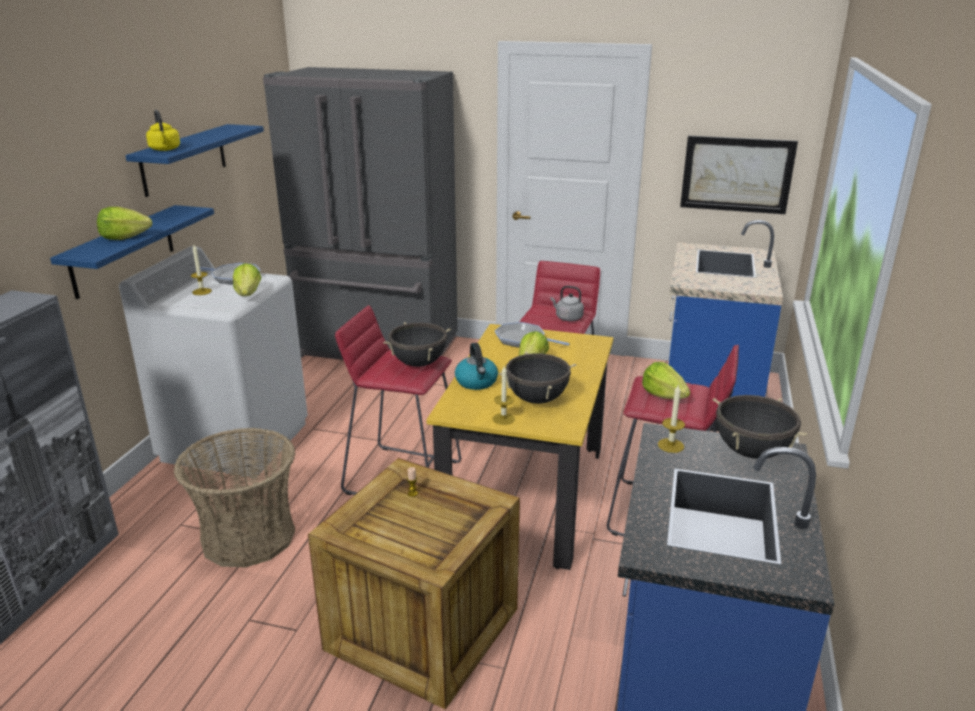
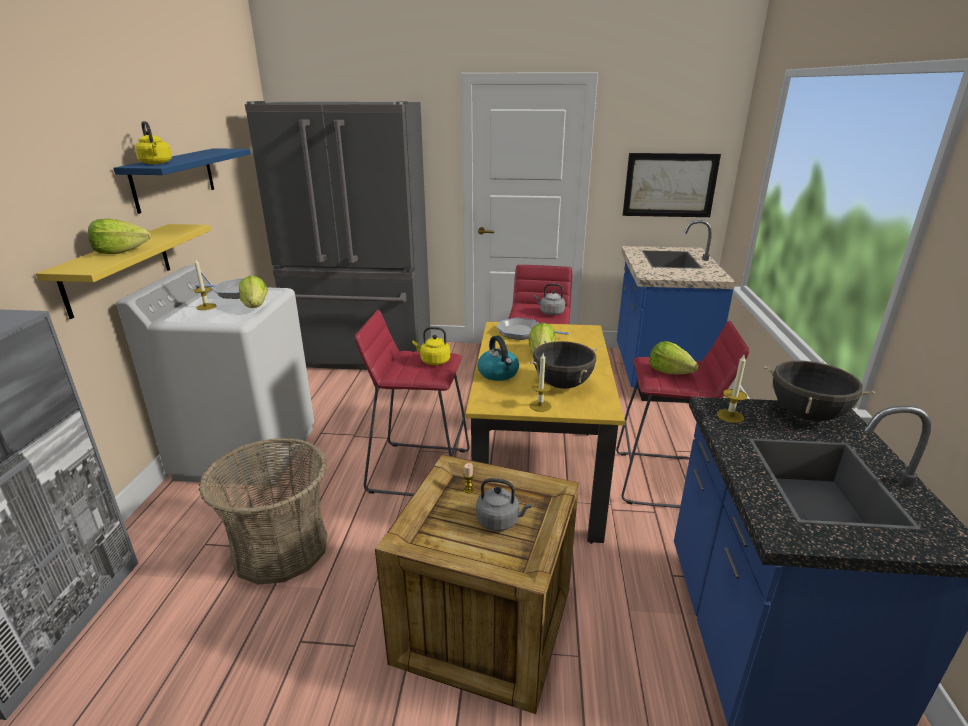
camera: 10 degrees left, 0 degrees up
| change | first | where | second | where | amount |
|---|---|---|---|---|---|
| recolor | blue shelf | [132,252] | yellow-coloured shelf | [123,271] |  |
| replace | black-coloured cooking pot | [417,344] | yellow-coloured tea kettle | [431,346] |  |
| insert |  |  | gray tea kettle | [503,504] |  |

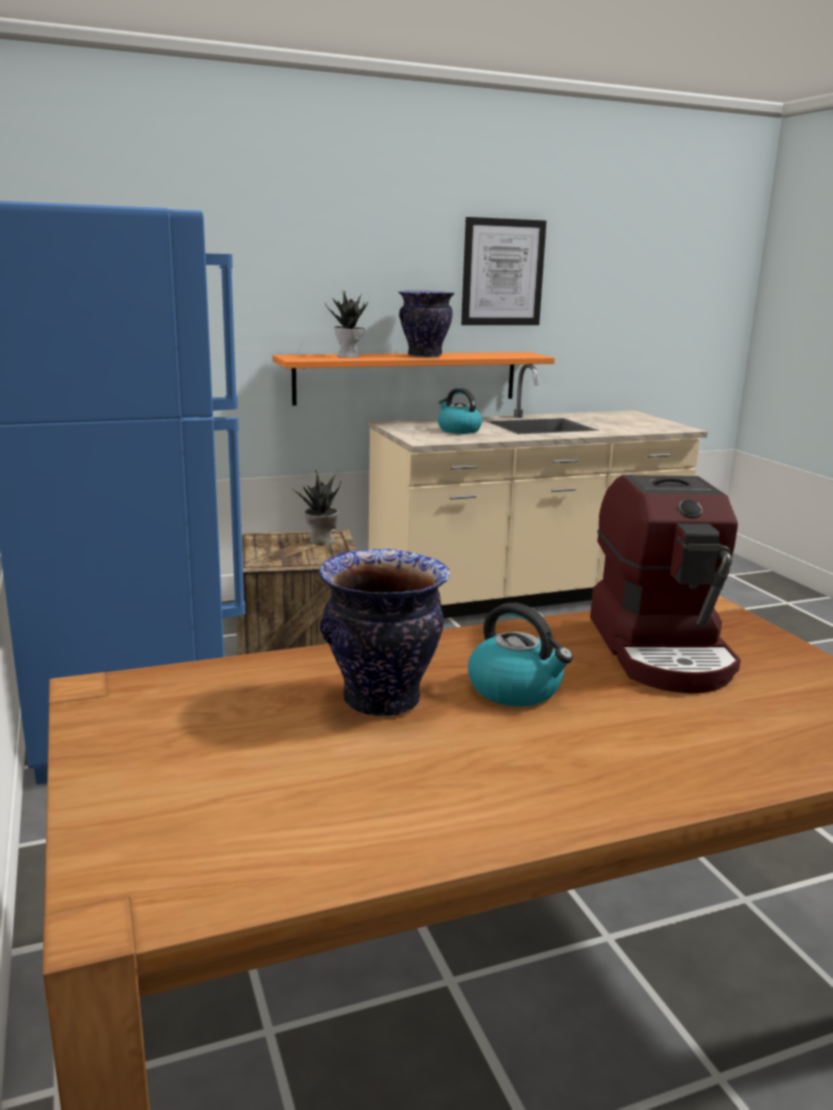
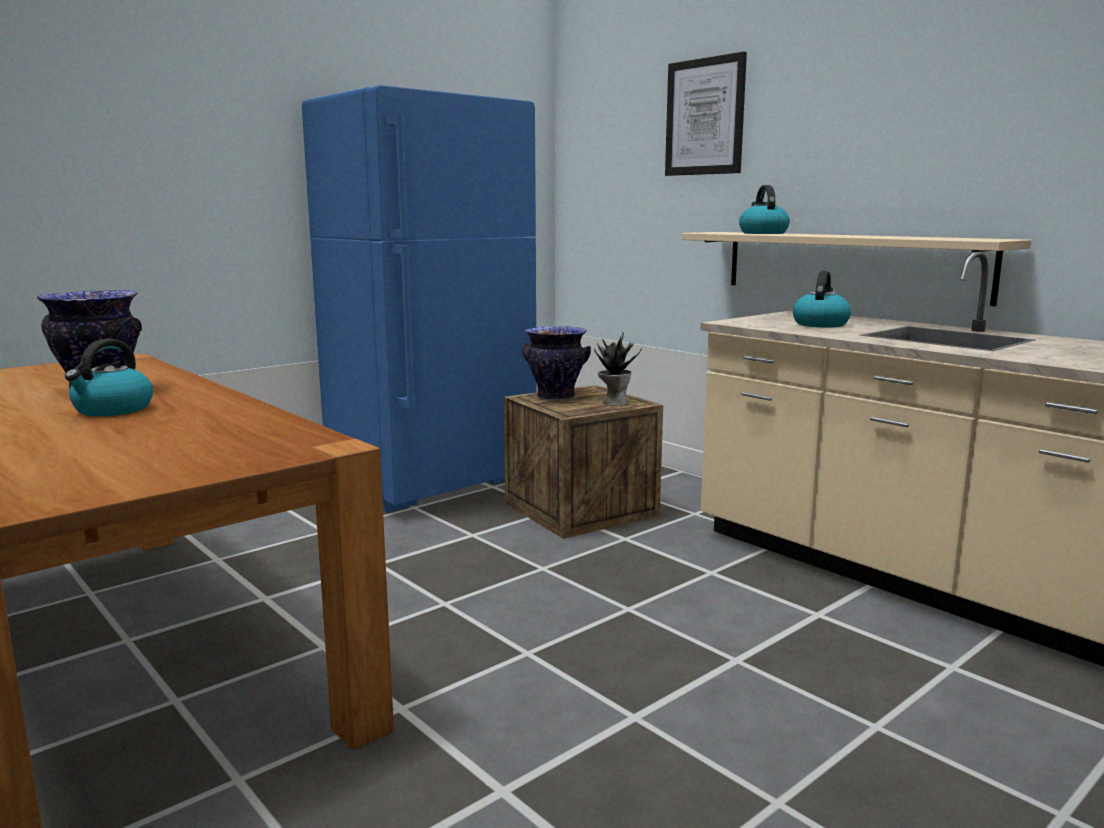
camera: 70 degrees right, 5 degrees down
| change | first | where | second | where | amount |
|---|---|---|---|---|---|
| move | vase | [427,324] |  | [556,363] |  |
| move | wall picture | [503,271] |  | [706,114] |  |
| recolor | orangey shelf | [414,379] | beige shelf | [856,269] |  |
| replace | houseplant | [346,324] | tea kettle | [764,209] |  |
| delete | coffee maker | [665,584] |  |  |  |

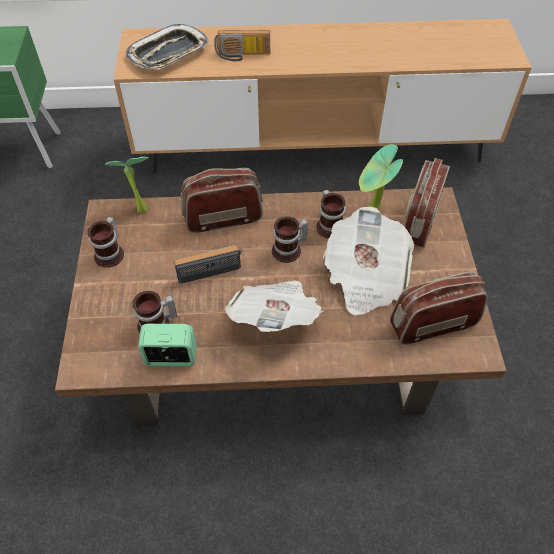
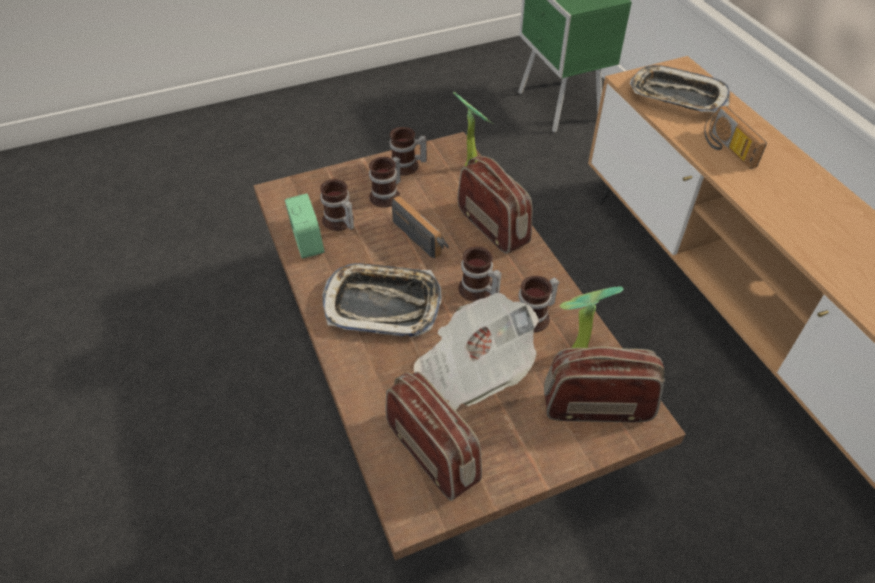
camera: 70 degrees right, 5 degrees down
| change | first | where | second | where | amount |
|---|---|---|---|---|---|
| replace | newspaper | [274,306] | serving tray | [382,300] |  |
| insert |  |  | coffee mug | [385,181] |  |

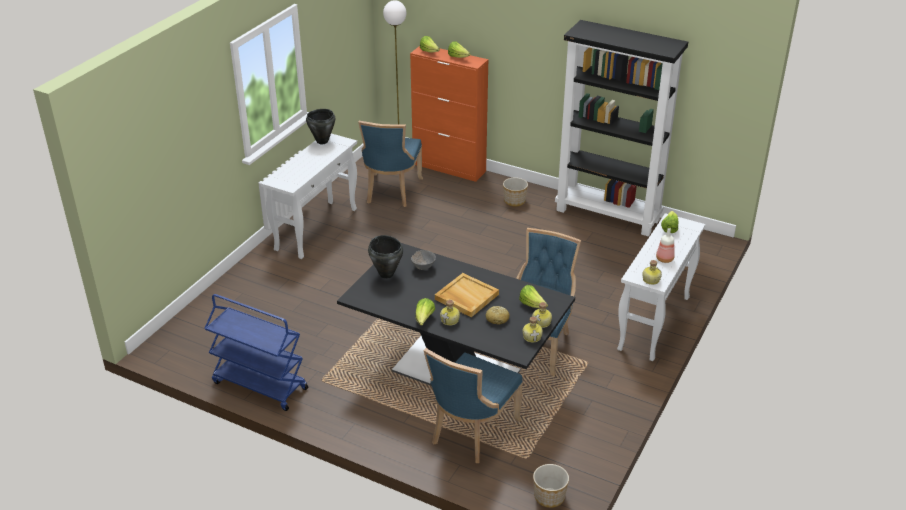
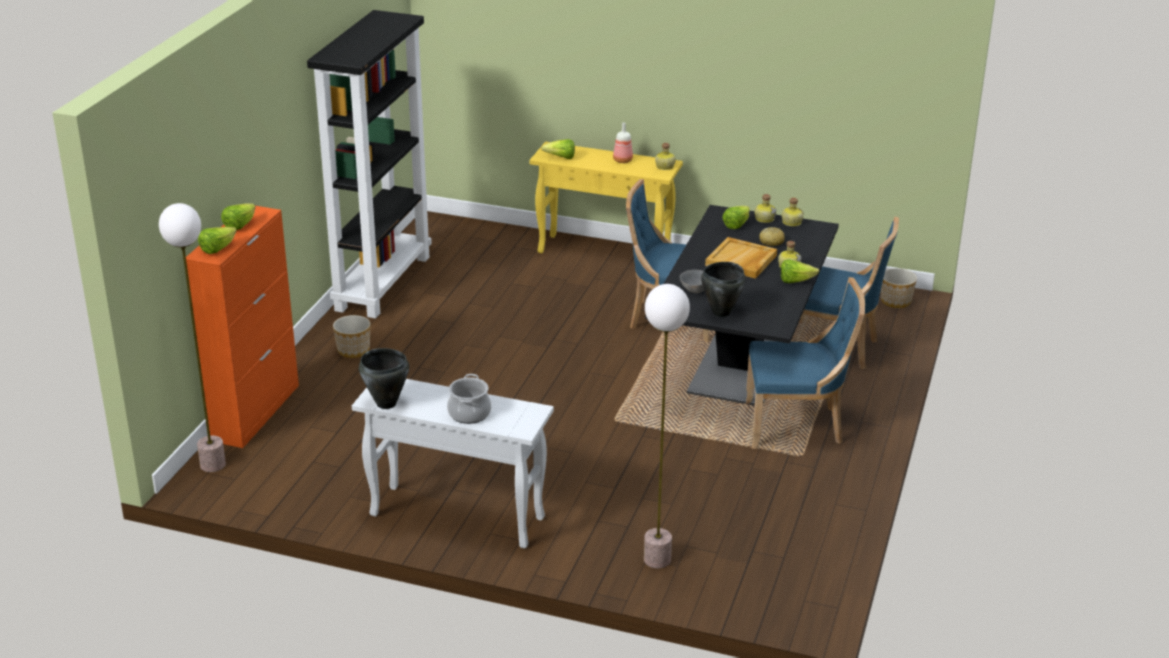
camera: 100 degrees left, 5 degrees down
| change | first | where | second | where | amount |
|---|---|---|---|---|---|
| insert |  |  | cooking pot | [469,399] |  |
| recolor | white console table | [661,287] | yellow-coloured console table | [606,197] |  |
| insert |  |  | standard lamp | [667,426] |  |
| move | blue chair | [390,164] |  | [805,363] |  |
| delete | blue cart | [256,352] |  |  |  |

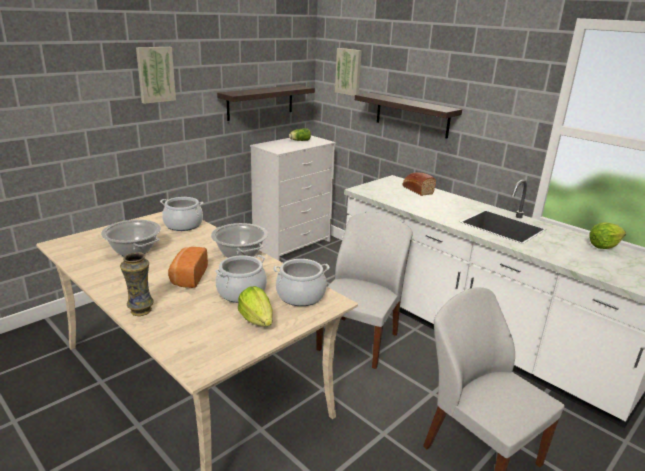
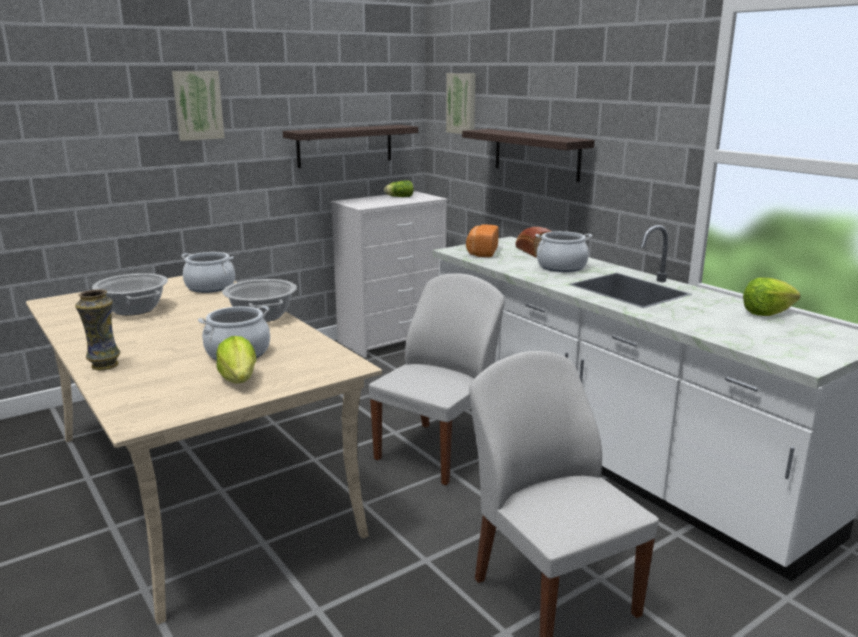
camera: 10 degrees right, 5 degrees down
| change | first | where | second | where | amount |
|---|---|---|---|---|---|
| move | bread | [188,267] |  | [482,241] |  |
| move | cooking pot | [301,282] |  | [563,251] |  |

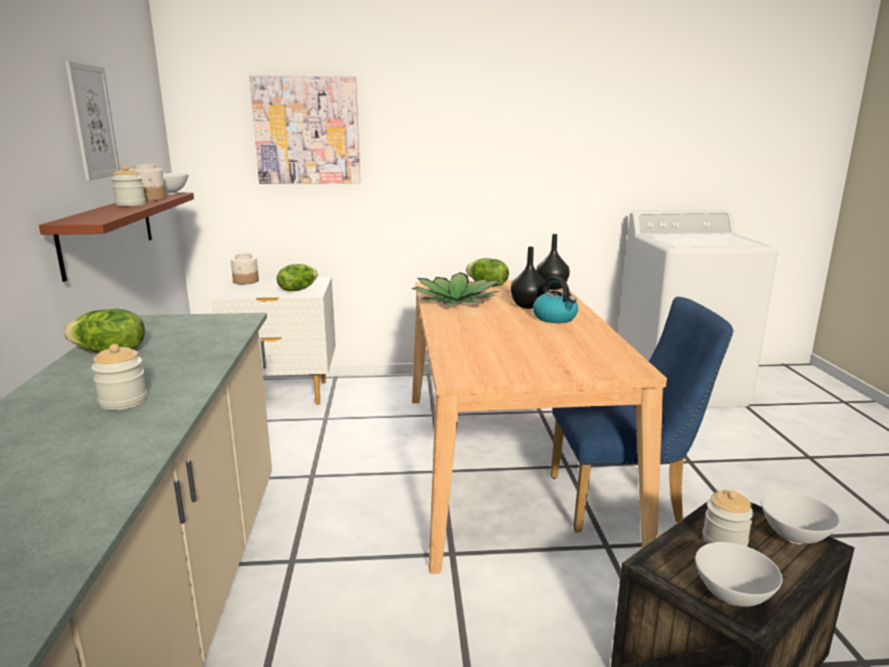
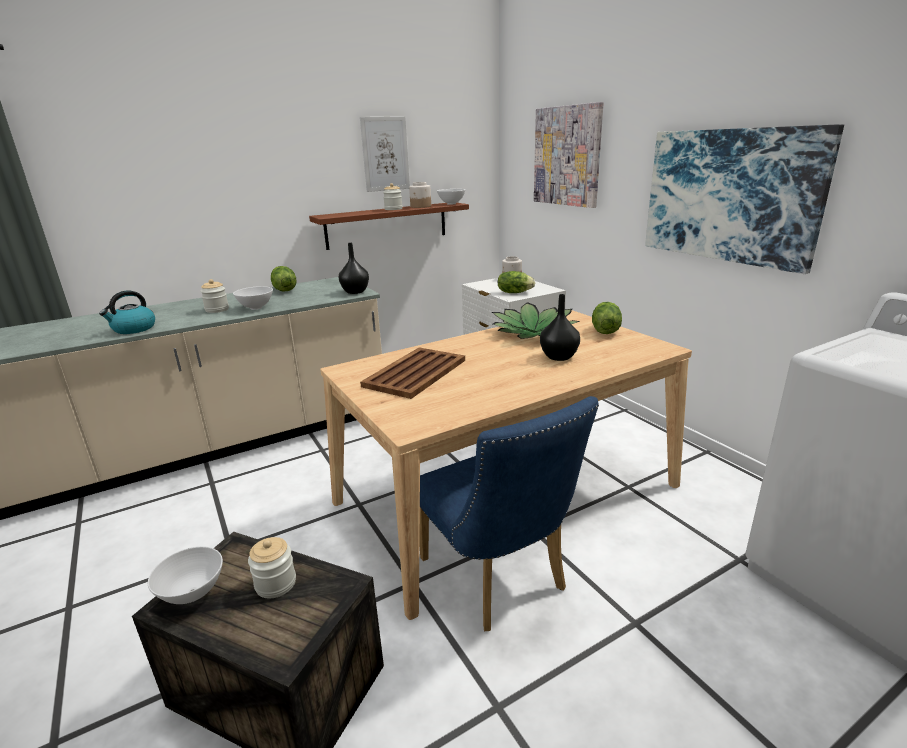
camera: 65 degrees right, 5 degrees up
| change | first | where | second | where | amount |
|---|---|---|---|---|---|
| move | tea kettle | [555,299] |  | [127,312] |  |
| move | white bowl | [800,517] |  | [253,298] |  |
| move | black-coloured vase | [553,262] |  | [354,268] |  |
| insert |  |  | brown-coloured serving tray | [412,373] |  |
| insert |  |  | wall picture | [744,199] |  |

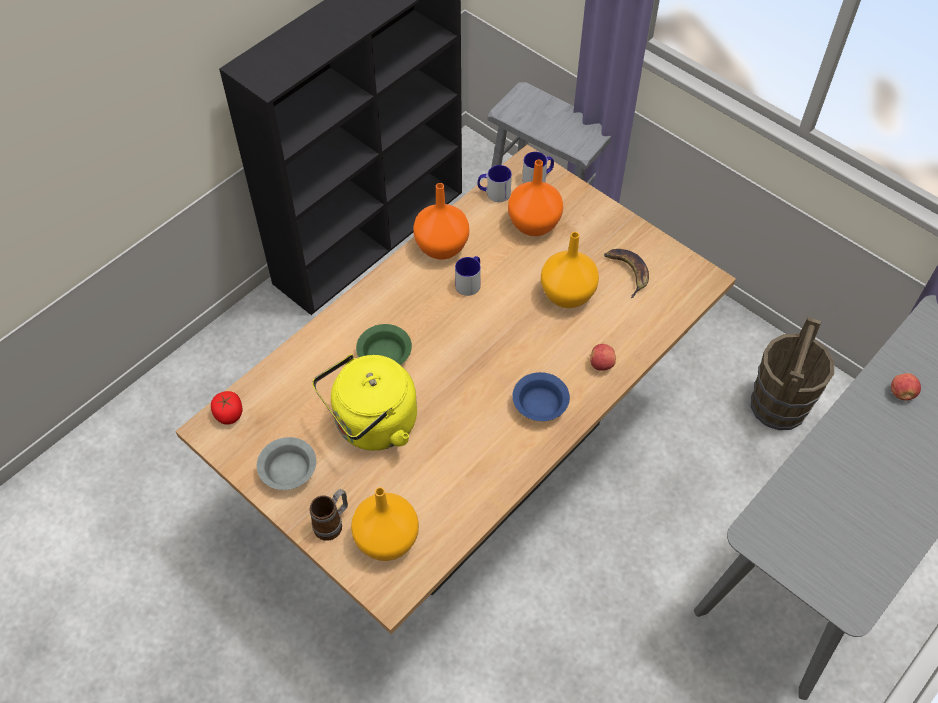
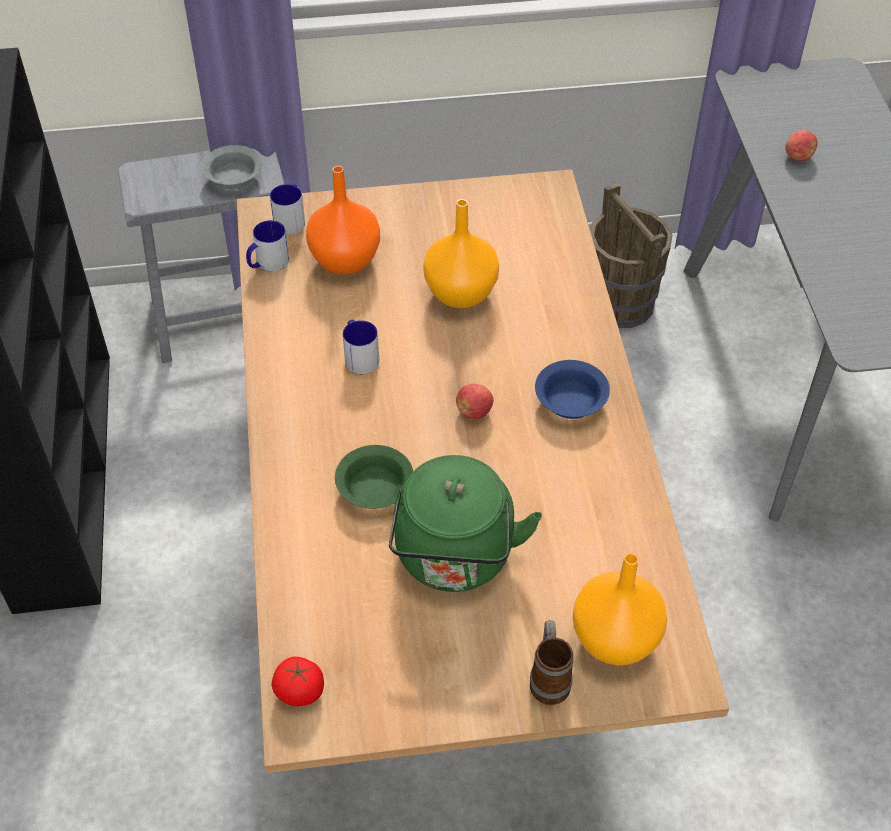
camera: 50 degrees left, 5 degrees down
| change | first | where | second | where | amount |
|---|---|---|---|---|---|
| move | gray bowl | [286,463] |  | [232,167] |  |
| recolor | yellow-coloured tea kettle | [364,402] | green-coloured tea kettle | [465,523] |  |
| move | whole apple | [603,357] |  | [475,401] |  |
| delete | orangey vase | [441,221] |  |  |  |
| delete | banana fruit | [626,273] |  |  |  |

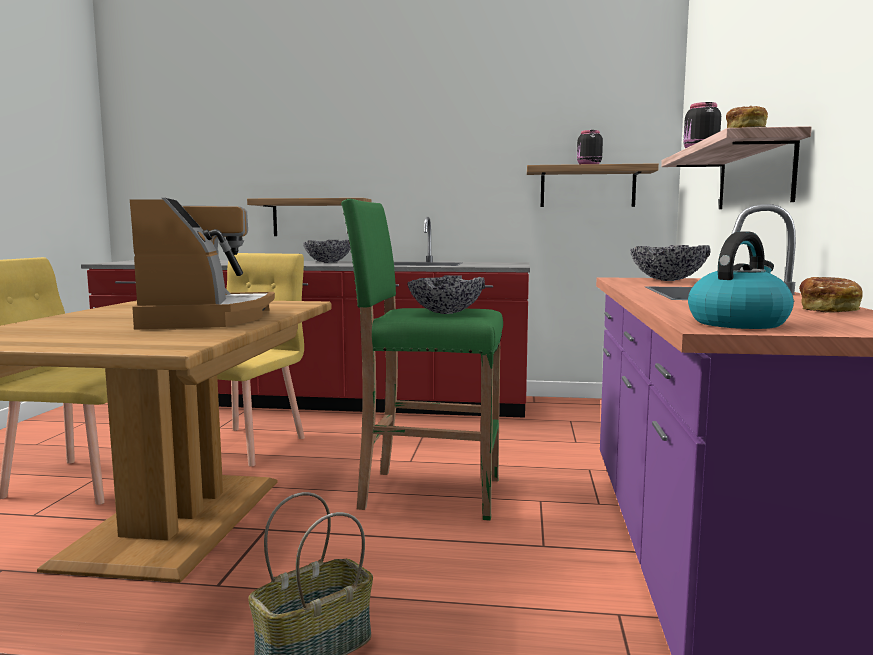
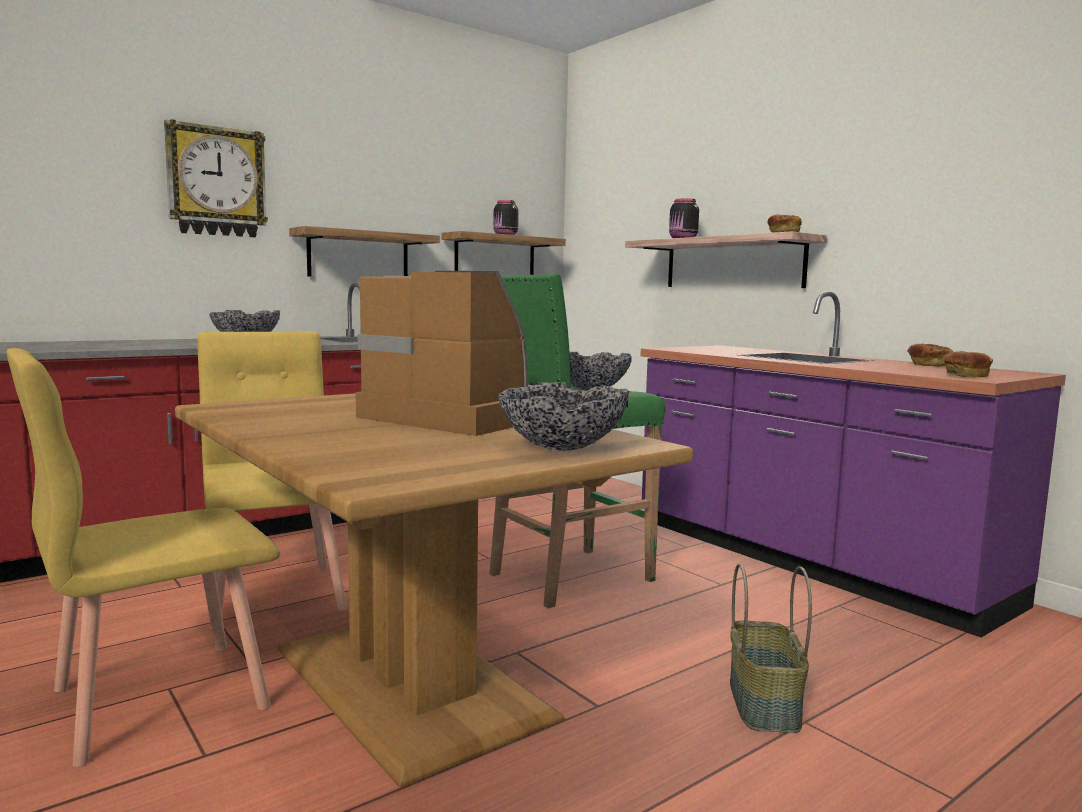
camera: 45 degrees left, 0 degrees up
| change | first | where | second | where | amount |
|---|---|---|---|---|---|
| insert |  |  | wall clock | [216,178] |  |
| move | shelf | [309,217] |  | [364,251] |  |
| move | bowl | [670,263] |  | [563,416] |  |
| replace | tea kettle | [741,280] | bread | [968,364] |  |

